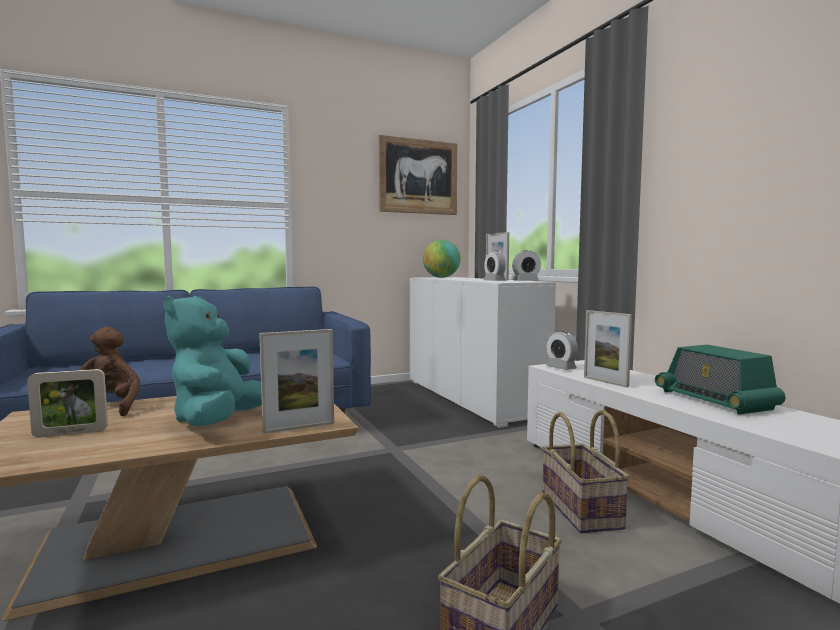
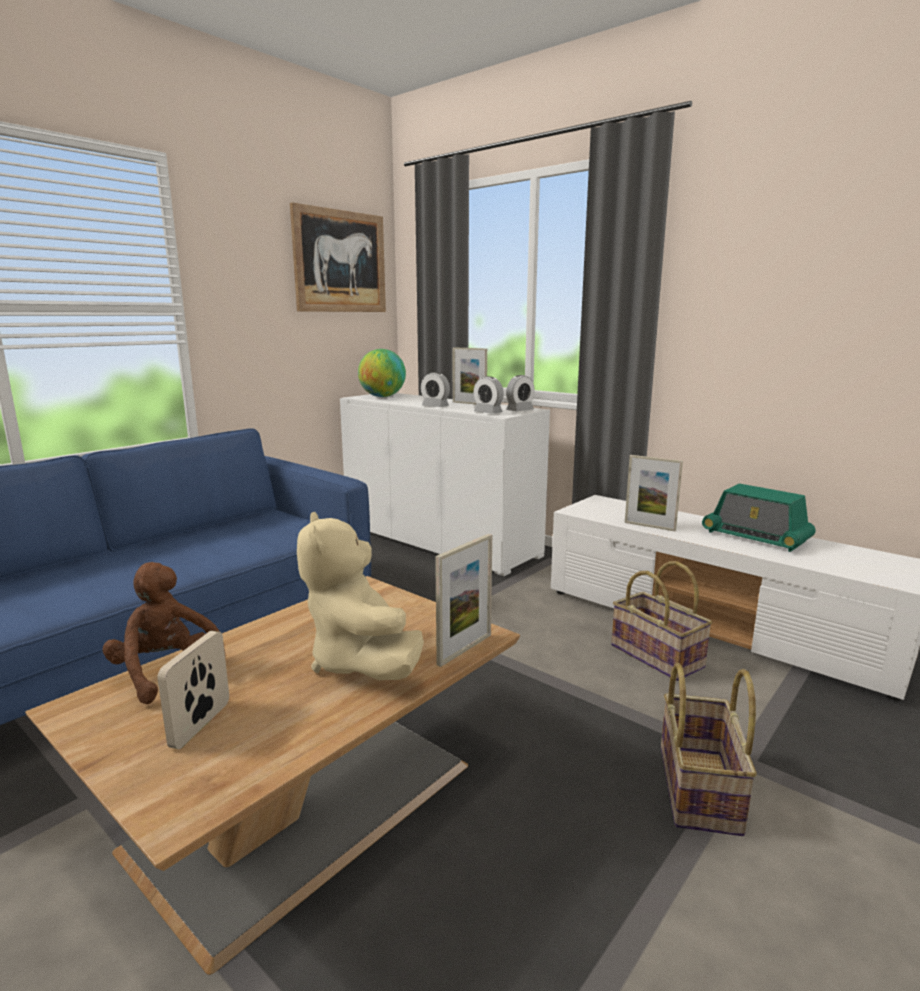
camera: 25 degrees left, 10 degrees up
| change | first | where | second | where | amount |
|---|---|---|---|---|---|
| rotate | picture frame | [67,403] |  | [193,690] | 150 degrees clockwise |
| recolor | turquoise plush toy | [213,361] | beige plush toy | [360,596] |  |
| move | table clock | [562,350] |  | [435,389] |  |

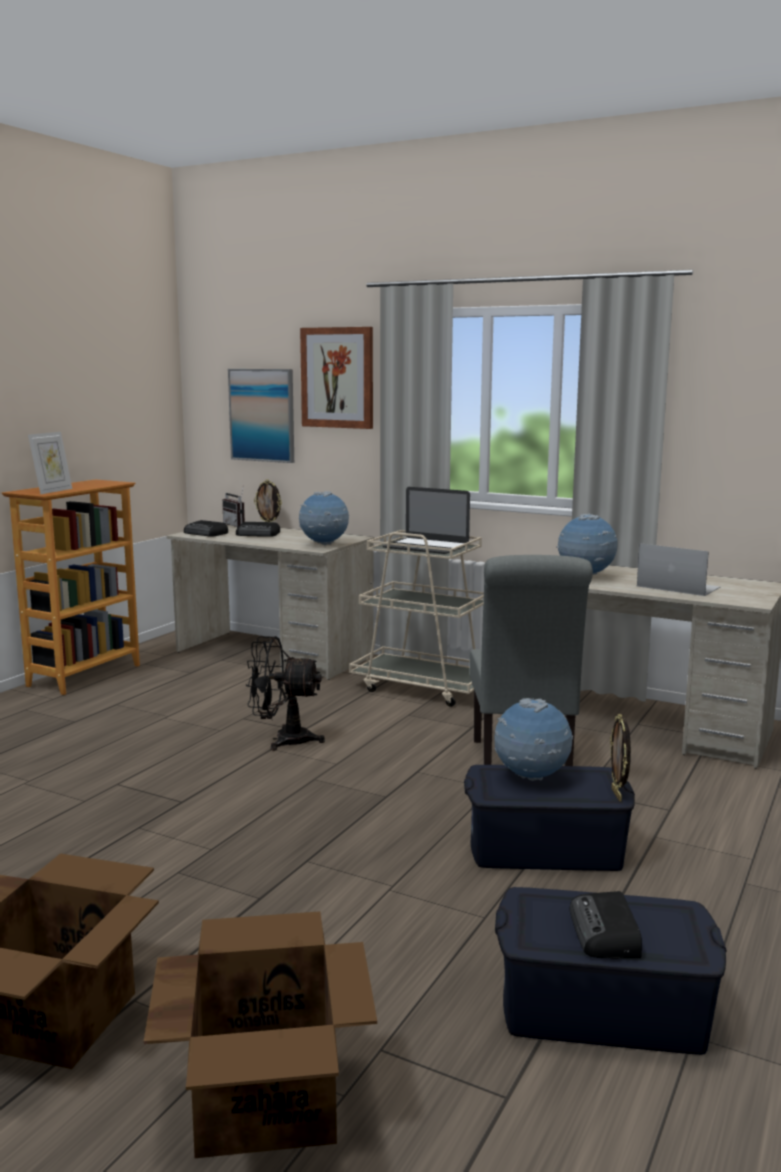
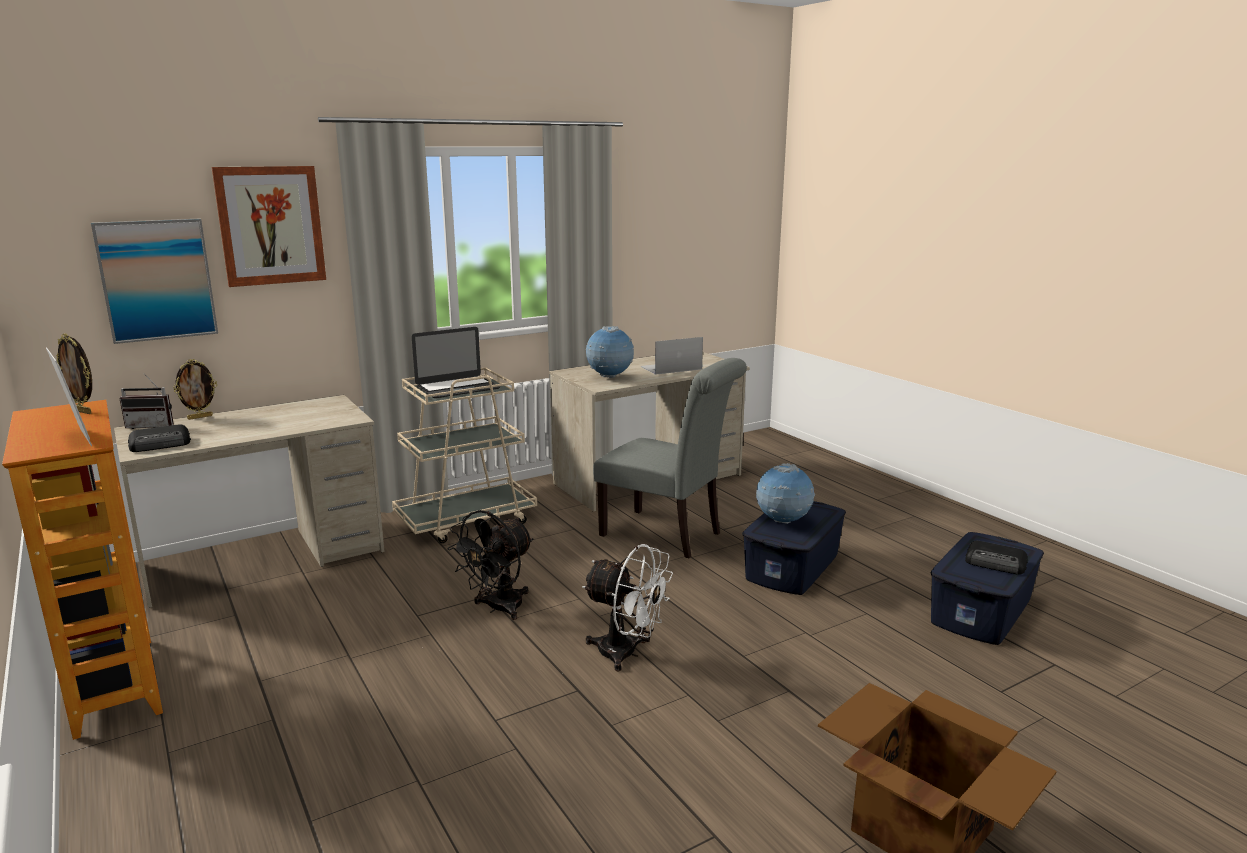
camera: 60 degrees left, 5 degrees up
| change | first | where | second | where | amount |
|---|---|---|---|---|---|
| move | picture frame | [620,758] |  | [74,374] |  |
| insert |  |  | white cooling fan | [627,607] |  |
| delete | cardboard box | [260,1034] |  |  |  |
| delete | radio | [258,529] |  |  |  |
| delete | world globe | [324,518] |  |  |  |

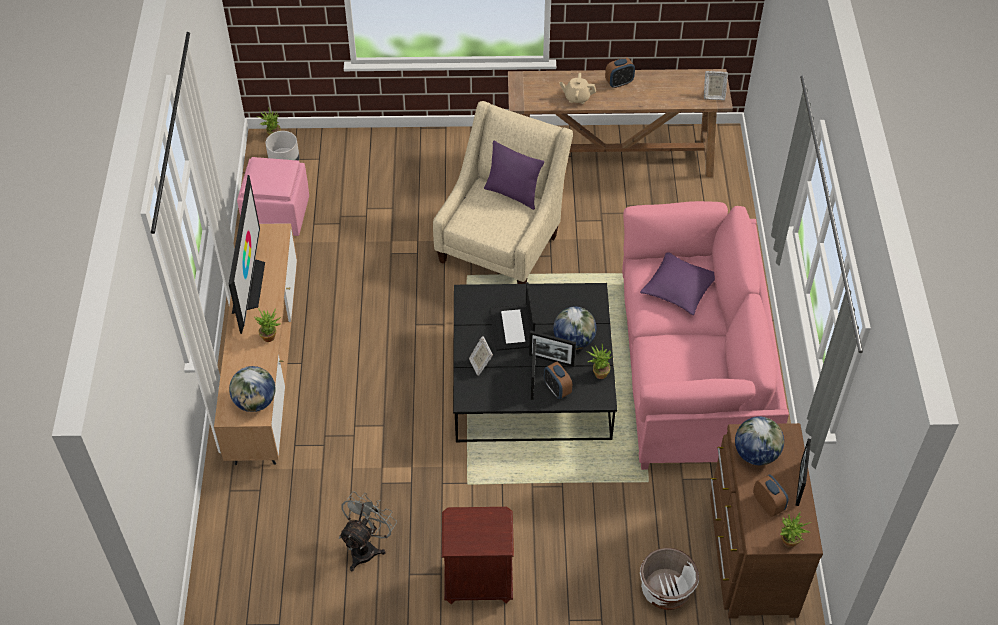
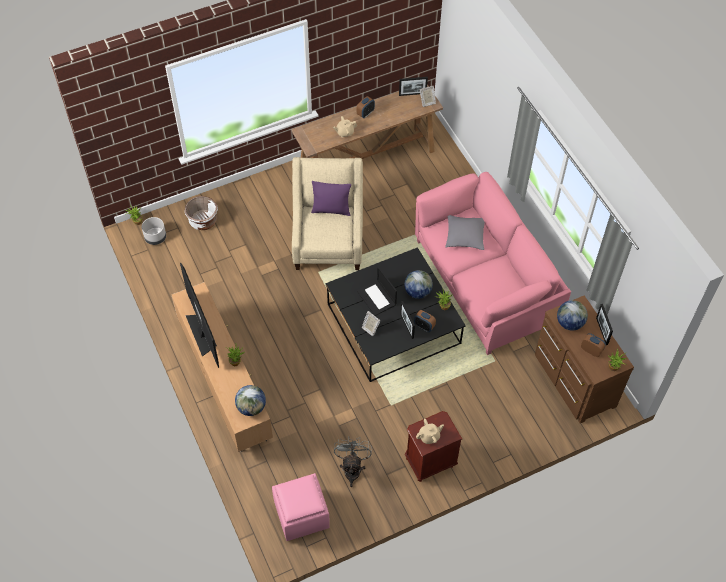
camera: 25 degrees left, 5 degrees up
| change | first | where | second | where | amount |
|---|---|---|---|---|---|
| move | white flower pot | [669,579] |  | [201,213] |  |
| move | pink pouffe | [273,196] |  | [301,507] |  |
| move | picture frame | [552,349] |  | [413,86] |  |
| insert |  |  | beige pot for tea | [430,431] |  |
| recolor | purplish pillow | [677,283] | gray pillow | [465,232] |  |

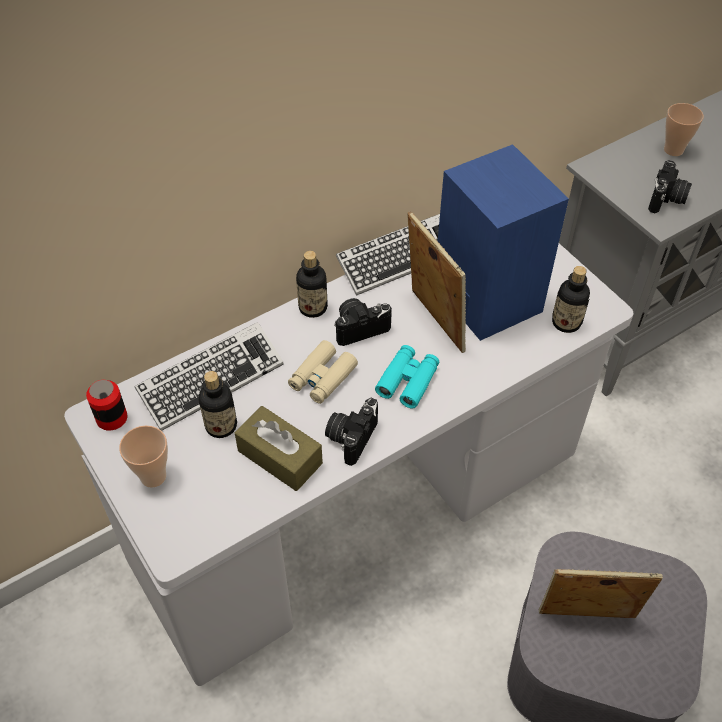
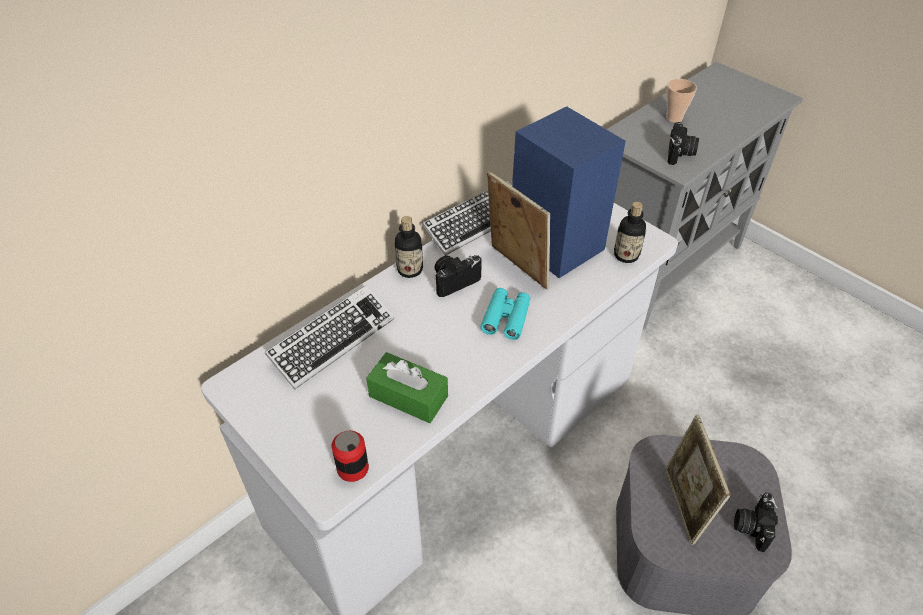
camera: 10 degrees left, 5 degrees down
| change | first | where | second | where | amount |
|---|---|---|---|---|---|
| move | metal can | [106,405] |  | [350,456] |  |
| recolor | brown-coloured tissue box | [279,448] | green-coloured tissue box | [407,387] |  |
| rotate | picture frame | [601,593] |  | [698,479] | 90 degrees counterclockwise |
| move | photo camera | [351,432] |  | [756,522] |  |
| delete | cup | [143,456] |  |  |  |
| delete | beverage bottle | [217,404] |  |  |  |
| delete | beige binoculars | [323,372] |  |  |  |

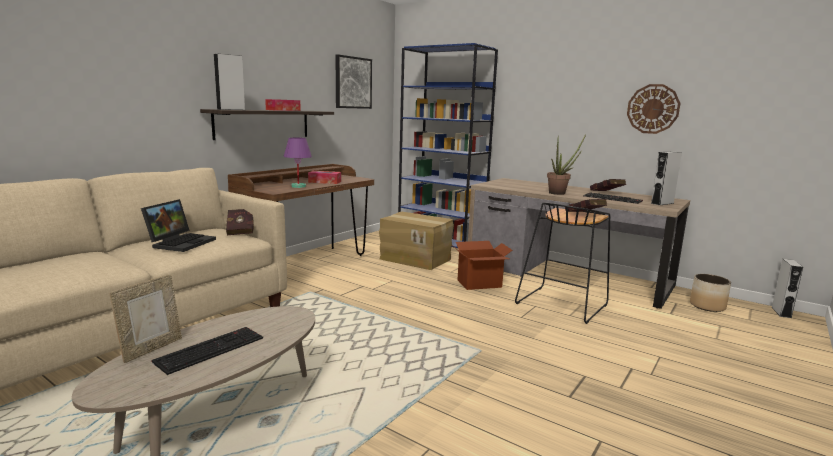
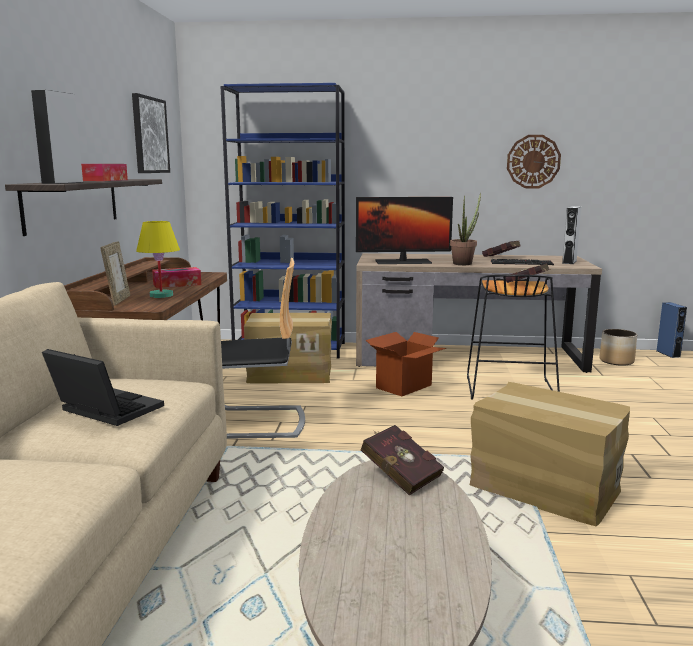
camera: 30 degrees left, 0 degrees up
| change | first | where | second | where | amount |
|---|---|---|---|---|---|
| rotate | notebook computer | [178,225] |  | [103,387] | 45 degrees counterclockwise |
| move | picture frame | [145,318] |  | [115,273] |  |
| recolor | purplish lamp for a table | [298,163] | yellow-coloured lamp for a table | [158,259] |  |
| insert |  |  | chair | [263,348] |  |
| insert |  |  | computer screen | [404,230] |  |
| move | red-coloured book | [240,222] |  | [402,460] |  |
| insert |  |  | cardboard box | [550,454] |  |
| recolor | gray loudspeaker | [787,288] | blue loudspeaker | [672,330] |  |
| delete | keyboard | [207,351] |  |  |  |

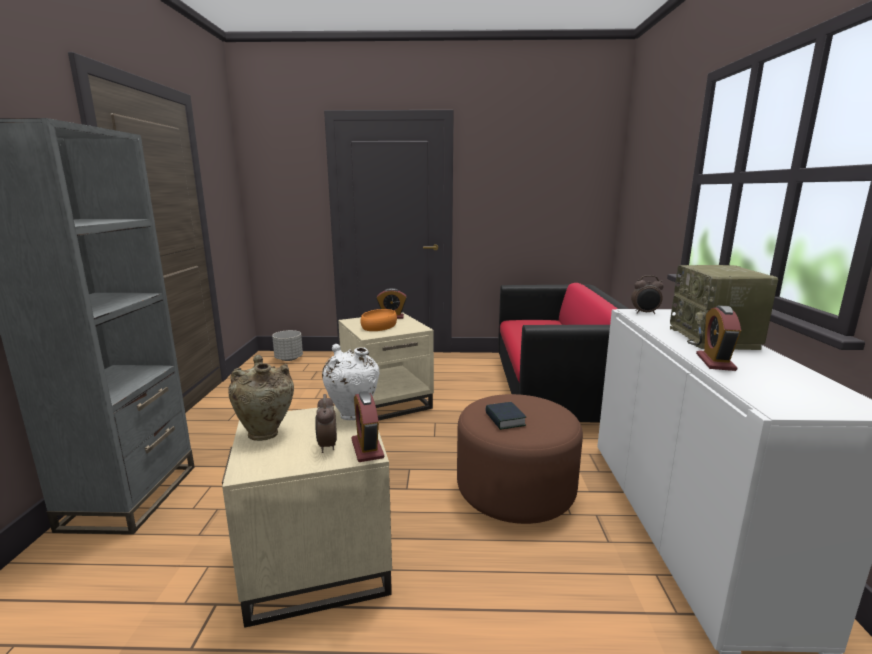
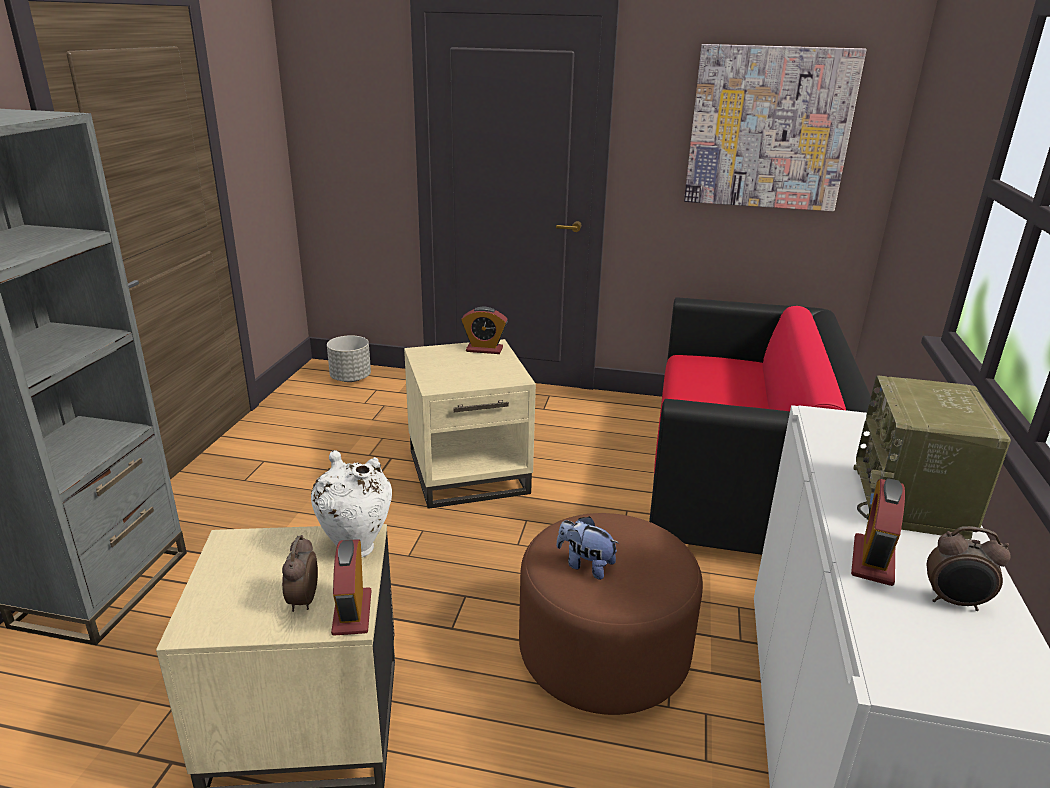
camera: 10 degrees right, 10 degrees up
| change | first | where | second | where | amount |
|---|---|---|---|---|---|
| replace | book | [505,416] | plush toy | [587,548] |  |
| insert |  |  | wall picture | [775,127] |  |
| move | table clock | [647,294] |  | [969,568] |  |
| delete | beige vase | [261,398] |  |  |  |
| delete | orangey bowl | [378,320] |  |  |  |

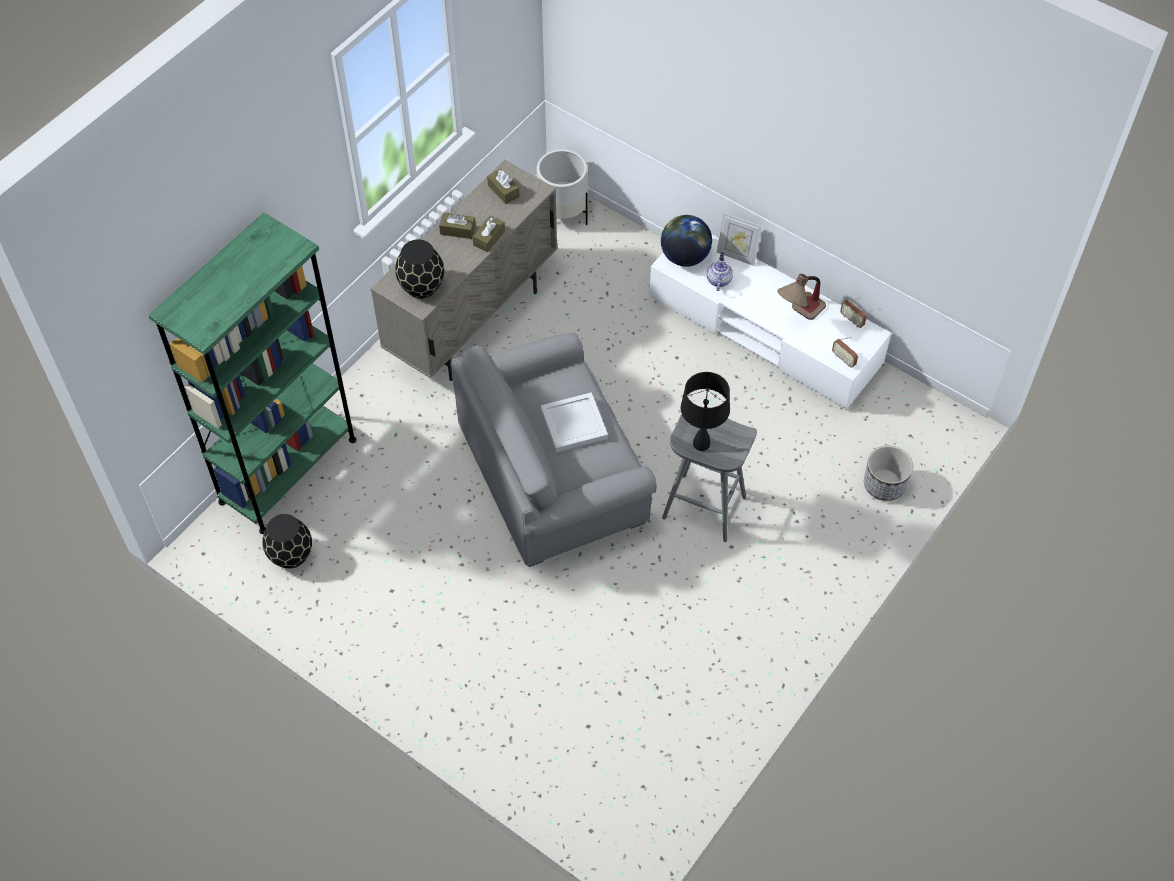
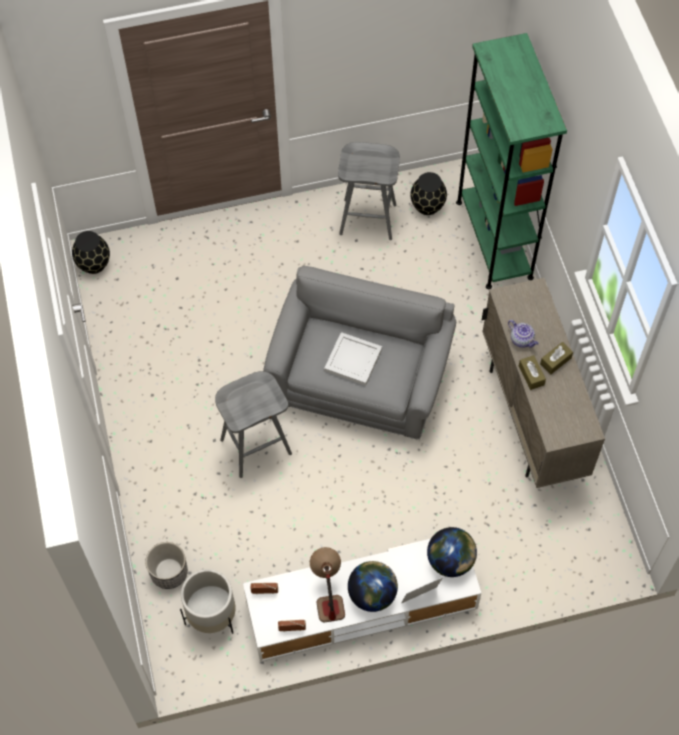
camera: 130 degrees right, 5 degrees up
| change | first | where | second | where | amount |
|---|---|---|---|---|---|
| move | black-coloured vase | [419,269] |  | [91,252] |  |
| move | white flower pot | [562,187] |  | [208,601] |  |
| insert |  |  | gray stool seat | [369,191] |  |
| insert |  |  | world globe | [373,586] |  |
| move | pot for tea | [720,271] |  | [523,334] |  |
| delete | brown-coloured tissue box | [503,186] |  |  |  |
| delete | black-coloured lamp for a table | [705,411] |  |  |  |

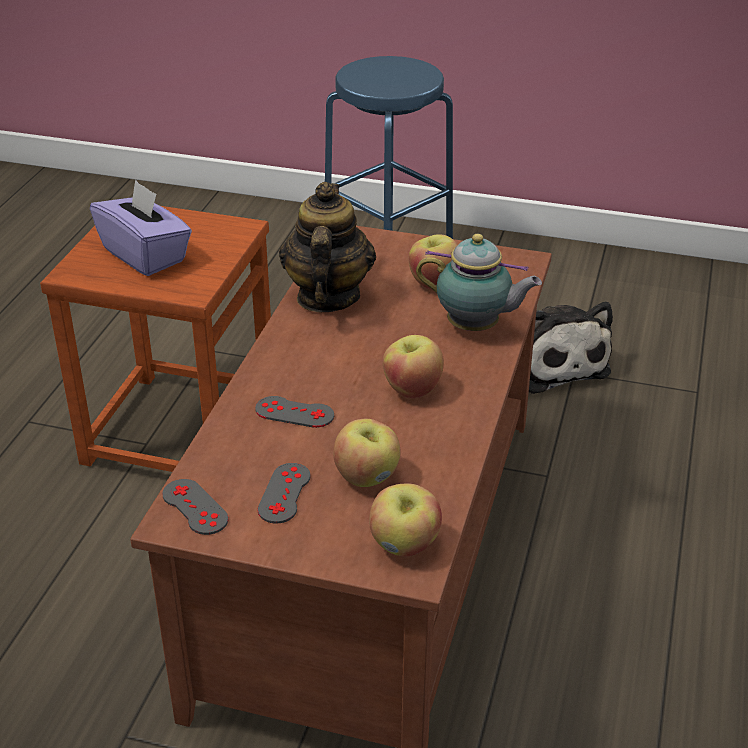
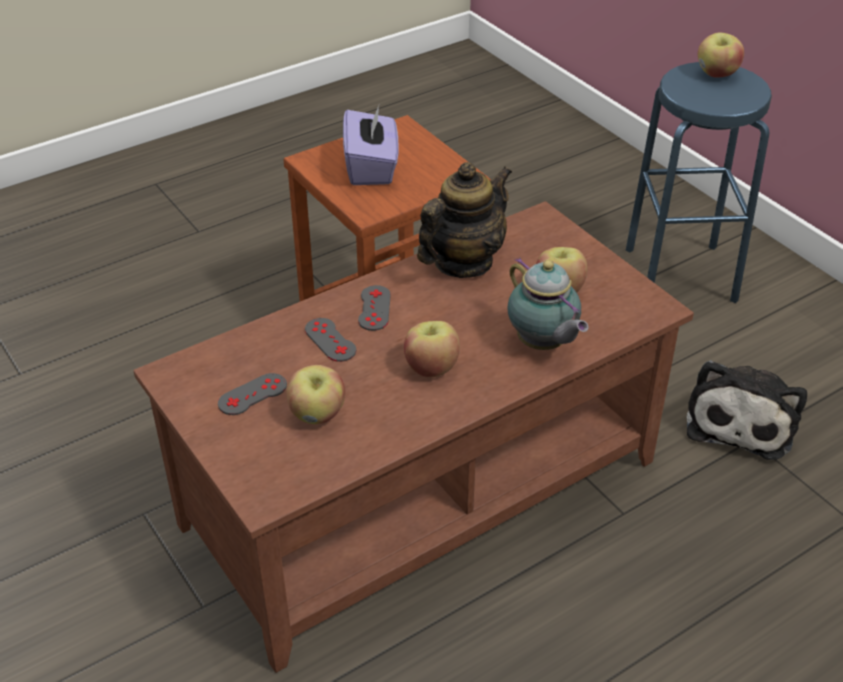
camera: 40 degrees right, 5 degrees up
| change | first | where | second | where | amount |
|---|---|---|---|---|---|
| move | gray game controller | [195,507] |  | [374,308] |  |
| move | whole apple | [405,519] |  | [721,55] |  |

